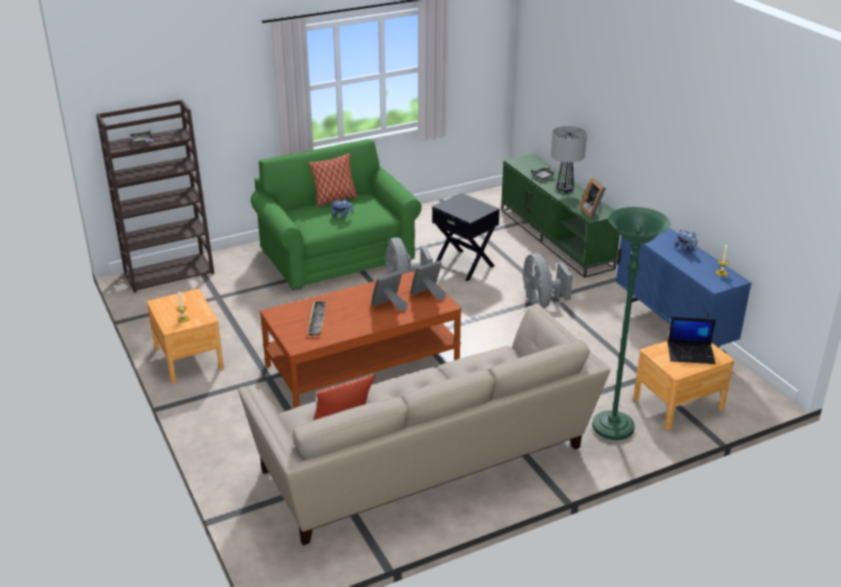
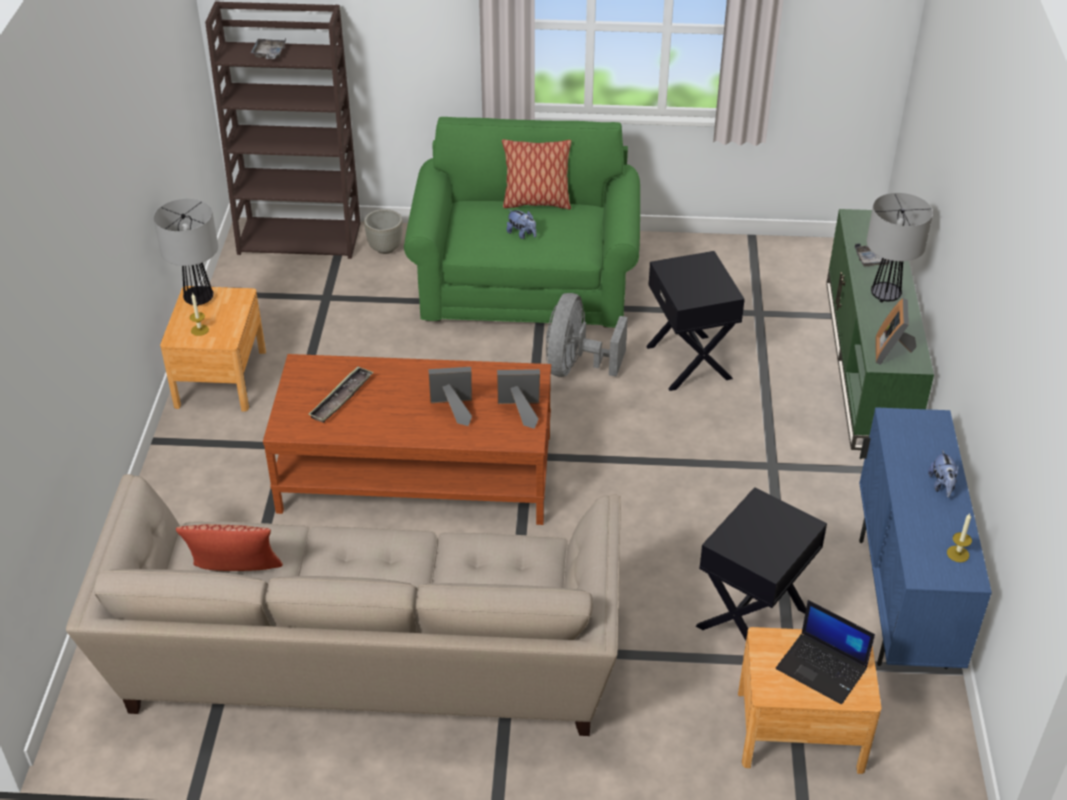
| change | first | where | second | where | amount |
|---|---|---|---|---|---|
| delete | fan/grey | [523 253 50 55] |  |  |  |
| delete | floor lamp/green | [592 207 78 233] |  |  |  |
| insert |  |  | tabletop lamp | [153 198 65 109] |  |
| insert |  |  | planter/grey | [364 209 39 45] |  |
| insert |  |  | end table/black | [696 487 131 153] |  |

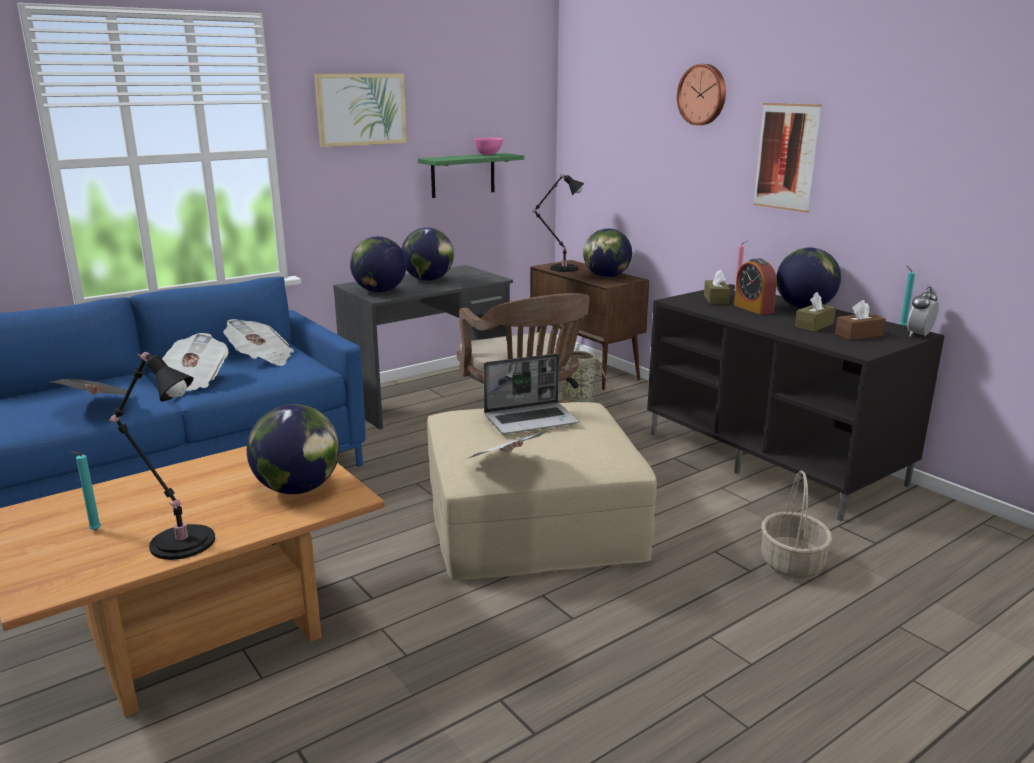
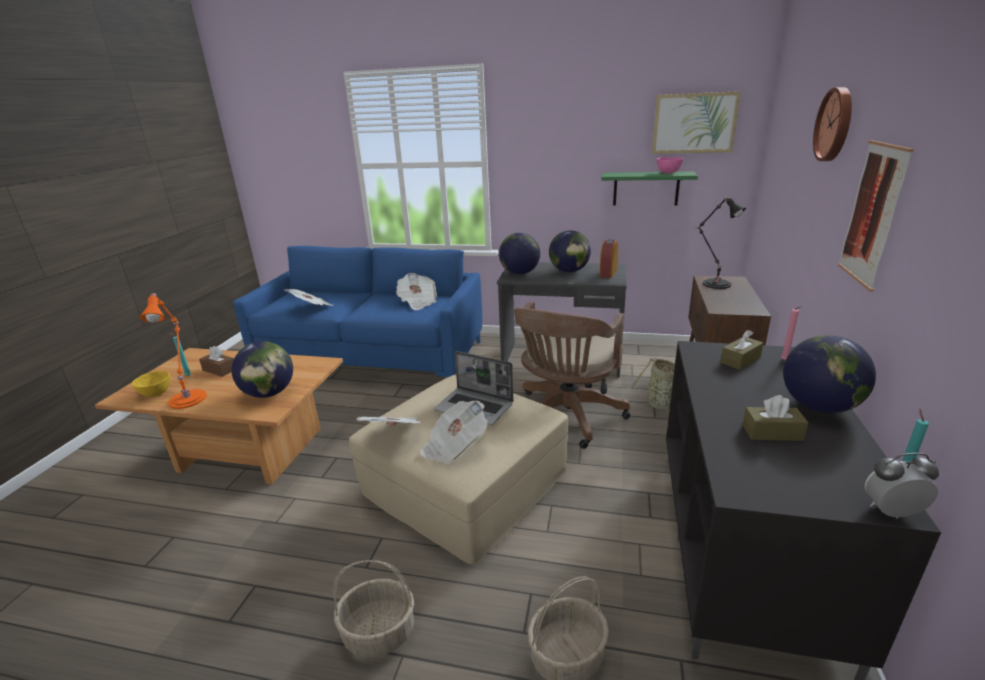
| change | first | where | second | where | amount |
|---|---|---|---|---|---|
| delete | world globe | [583 228 49 50] |  |  |  |
| insert |  |  | deep dish/yellowish | [131 371 39 26] |  |
| insert |  |  | basket | [333 560 81 97] |  |
| move | newspaper | [162 333 66 58] |  | [420 401 68 64] |  |
| move | wall picture | [314 74 93 73] |  | [652 91 89 63] |  |
| move | table clock | [734 258 43 57] |  | [599 239 19 39] |  |
| move | tissue holder/brown | [835 300 51 40] |  | [199 346 35 31] |  |
| recolor | tabletop lamp/black | [107 352 108 208] | tabletop lamp/orange-coloured | [140 293 67 116] |  |

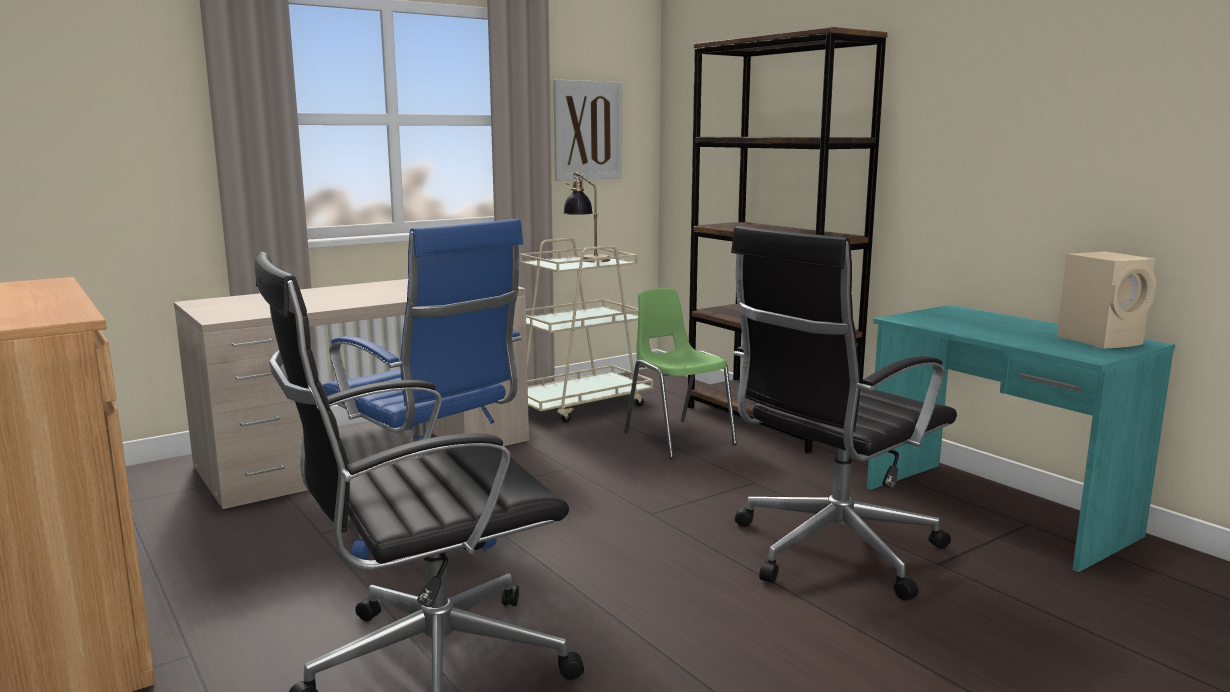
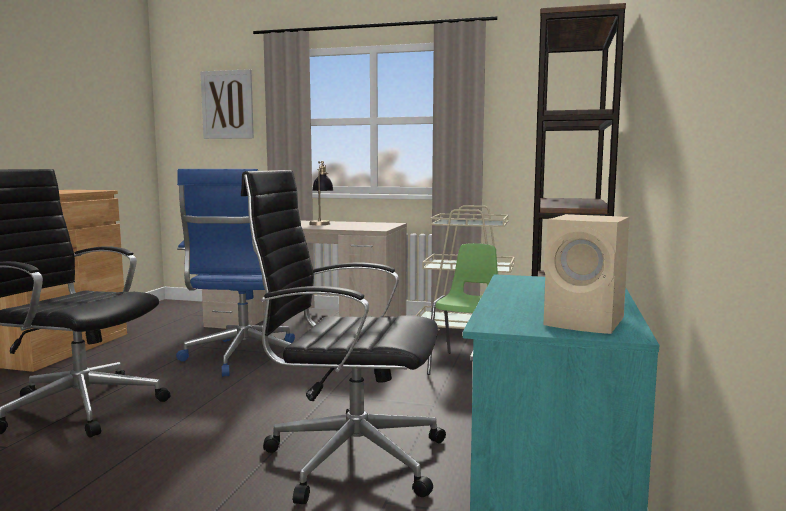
| change | first | where | second | where | amount |
|---|---|---|---|---|---|
| move | wall picture | [553 80 69 101] |  | [200 69 54 70] |  |
| move | tabletop lamp | [563 172 47 90] |  | [309 161 24 64] |  |

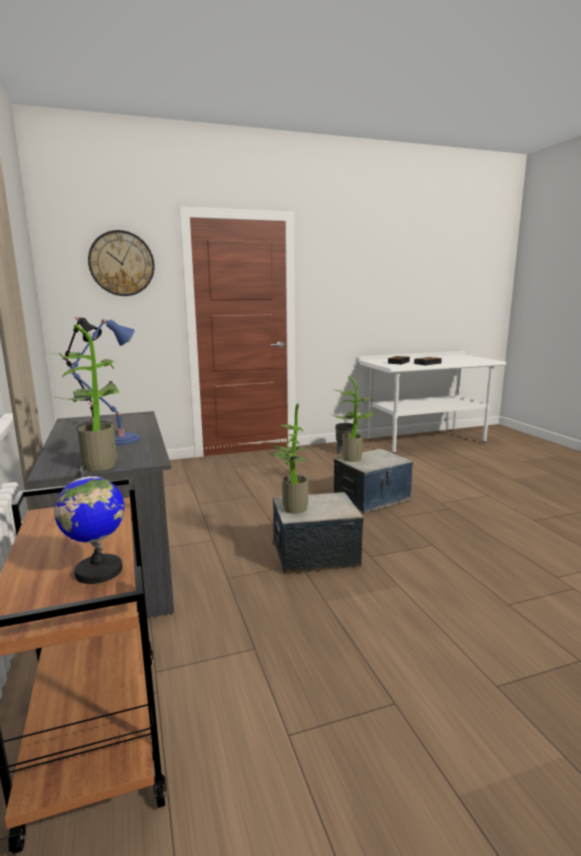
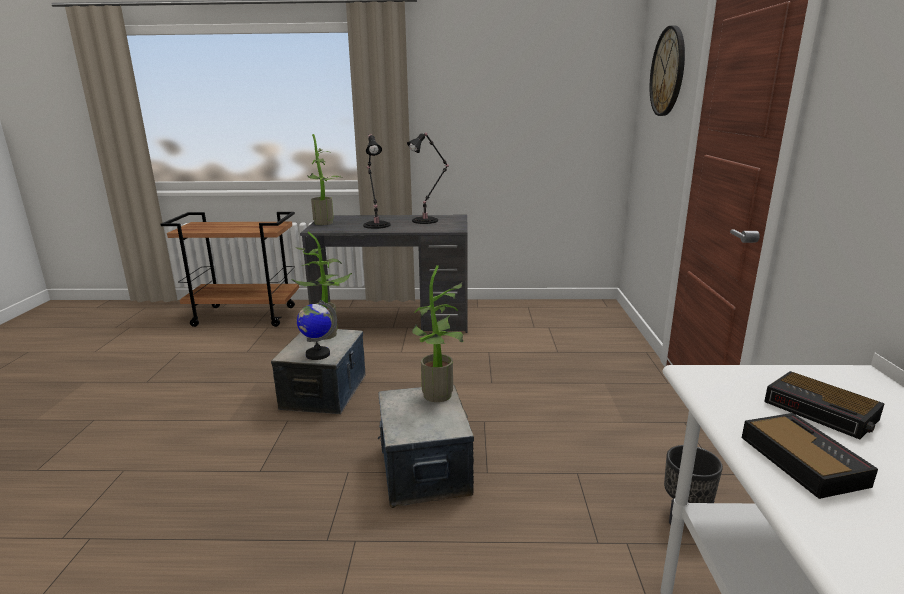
| change | first | where | second | where | amount |
|---|---|---|---|---|---|
| move | world globe | [54 466 71 118] |  | [297 300 40 60] |  |
| recolor | tabletop lamp/blue-coloured | [68 319 72 126] | tabletop lamp/black | [363 134 27 95] |  |

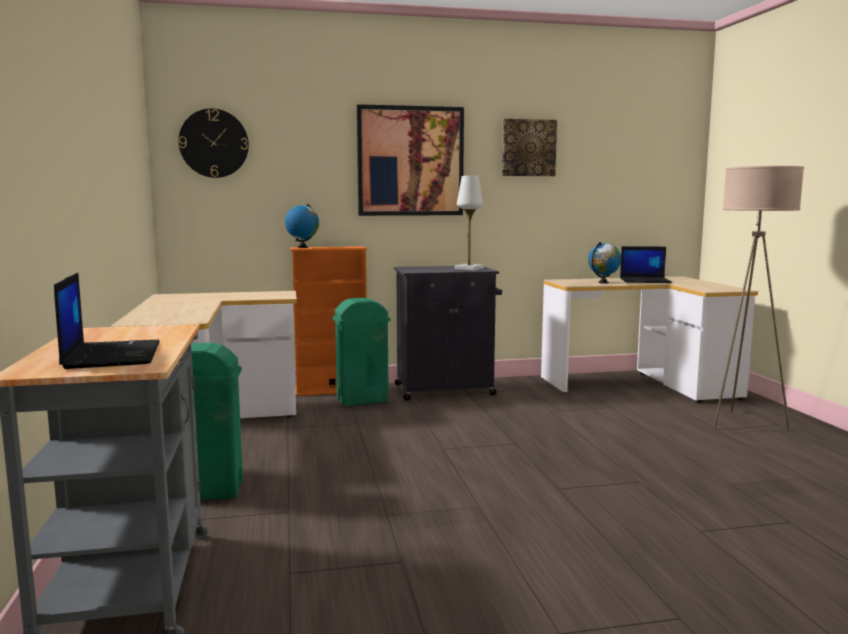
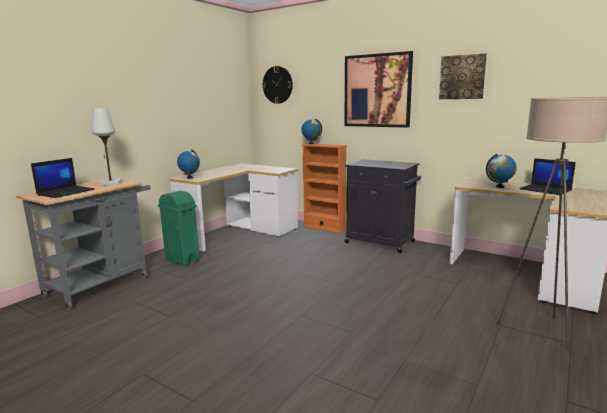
| change | first | where | second | where | amount |
|---|---|---|---|---|---|
| delete | waste bin/green | [333 298 57 108] |  |  |  |
| insert |  |  | world globe | [177 150 23 29] |  |
| move | tabletop lamp/whitish | [454 176 30 95] |  | [92 108 30 78] |  |

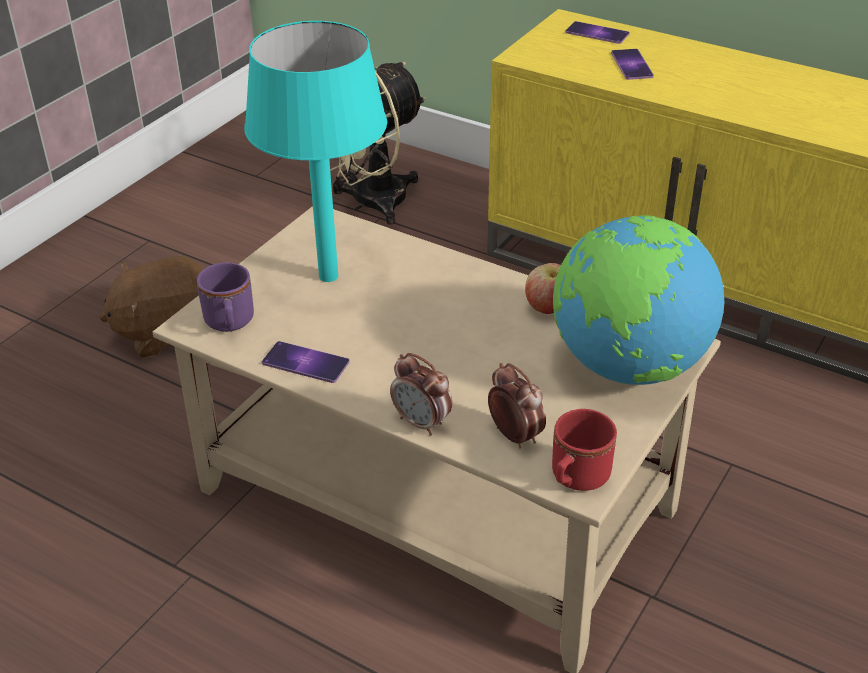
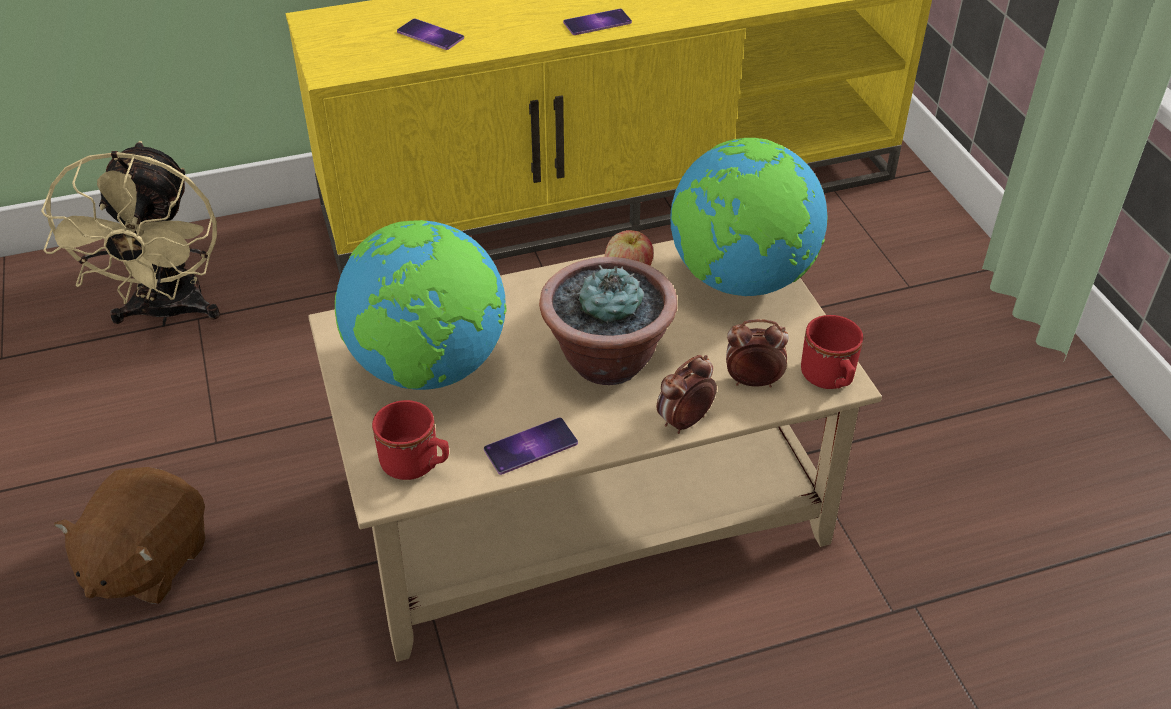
| change | first | where | second | where | amount |
|---|---|---|---|---|---|
| insert |  |  | potted plant | [539 257 138 128] |  |
| move | phone | [565 21 65 23] |  | [563 9 69 26] |  |
| replace | tabletop lamp/blue-green | [244 21 143 261] | world globe | [335 220 172 170] |  |
| recolor | mug/purple-coloured | [197 262 57 70] | mug/reddish | [372 400 77 80] |  |
| rotate | table clock | [390 353 62 83] |  | [657 355 60 79] | 150 degrees clockwise |

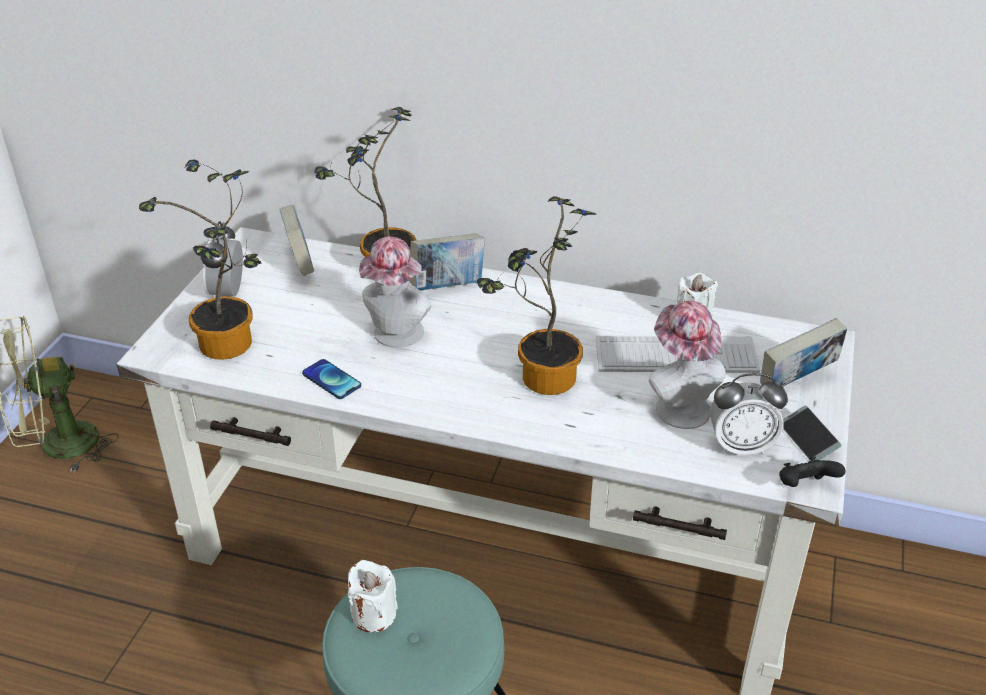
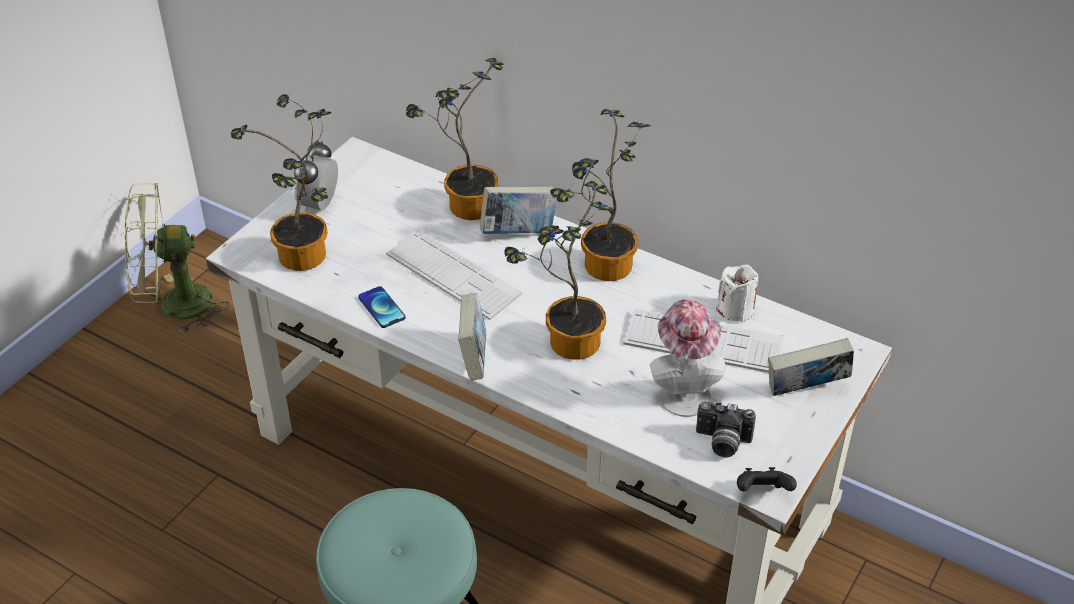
| change | first | where | second | where | amount |
|---|---|---|---|---|---|
| delete | candle/whitish | [348 560 50 72] |  |  |  |
| delete | phone | [783 406 58 55] |  |  |  |
| insert |  |  | potted plant | [550 109 101 172] |  |
| move | book | [280 205 34 71] |  | [458 293 28 88] |  |
| replace | clothing hat | [359 236 73 112] | computer keyboard | [386 229 136 91] |  |
| replace | table clock | [710 373 78 82] | still camera | [696 401 60 56] |  |

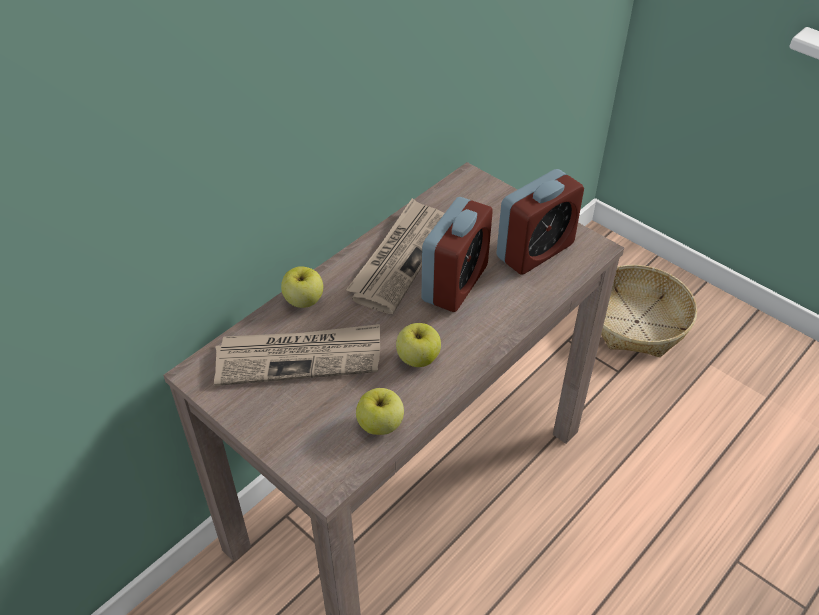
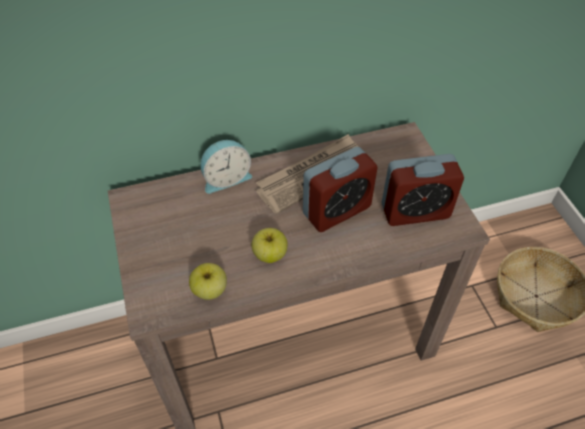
| change | first | where | second | where | amount |
|---|---|---|---|---|---|
| delete | newspaper | [214 324 166 62] |  |  |  |
| replace | apple | [281 266 42 42] | table clock | [201 140 51 54] |  |

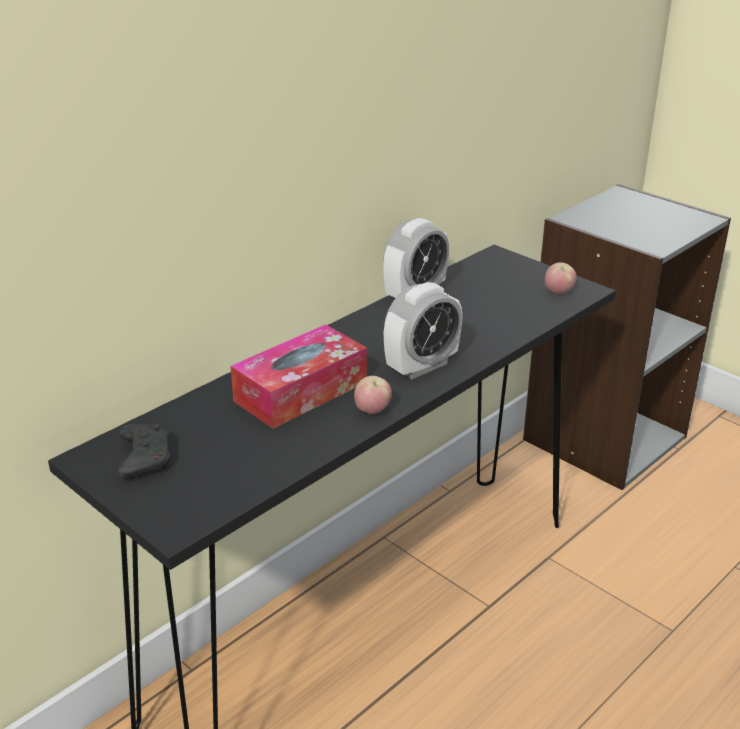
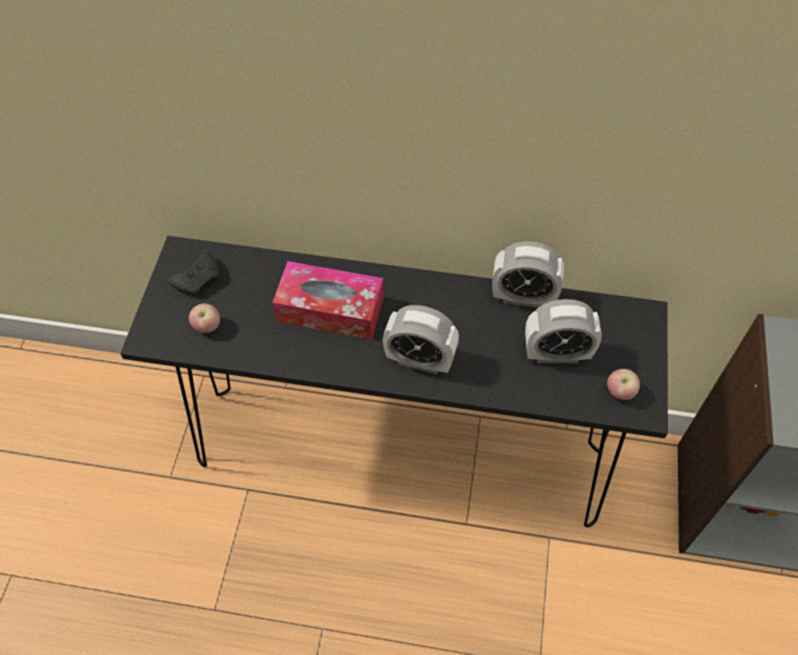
| change | first | where | second | where | amount |
|---|---|---|---|---|---|
| insert |  |  | table clock | [525 299 77 64] |  |
| move | apple | [354 376 38 38] |  | [189 303 31 30] |  |

